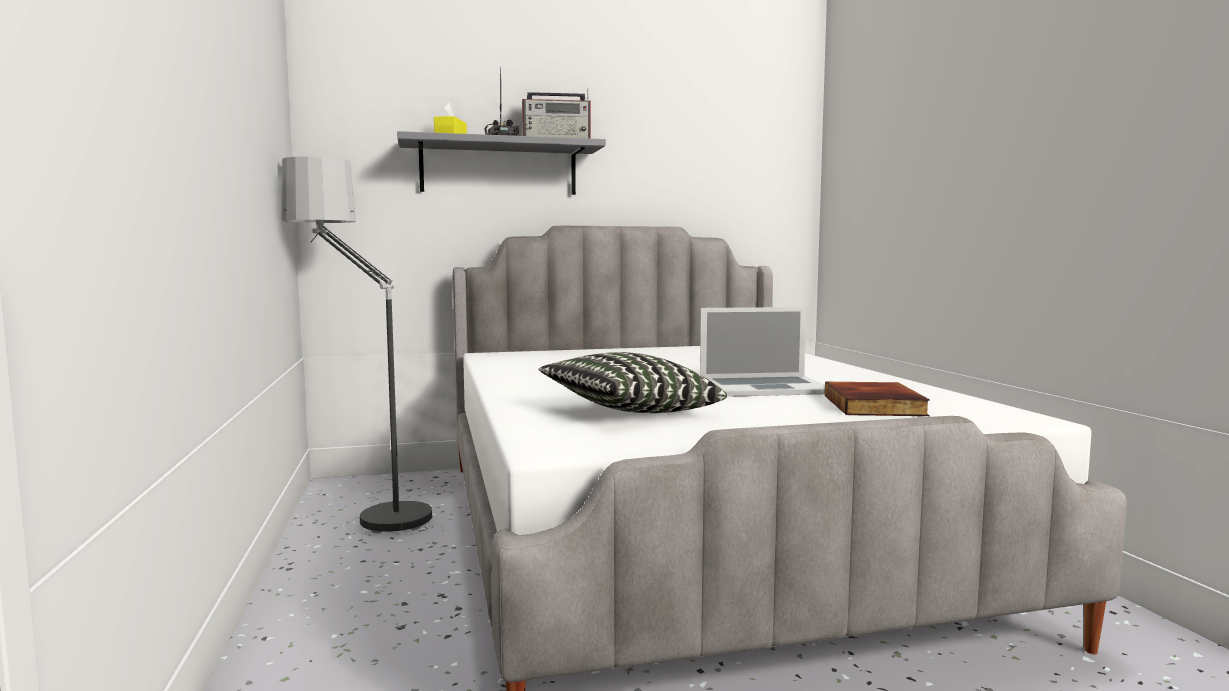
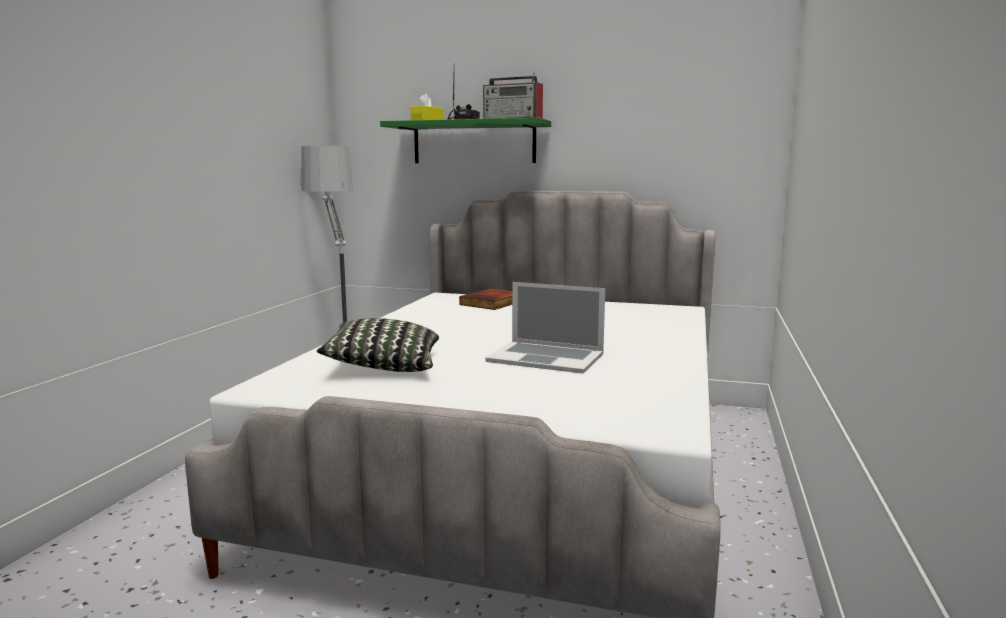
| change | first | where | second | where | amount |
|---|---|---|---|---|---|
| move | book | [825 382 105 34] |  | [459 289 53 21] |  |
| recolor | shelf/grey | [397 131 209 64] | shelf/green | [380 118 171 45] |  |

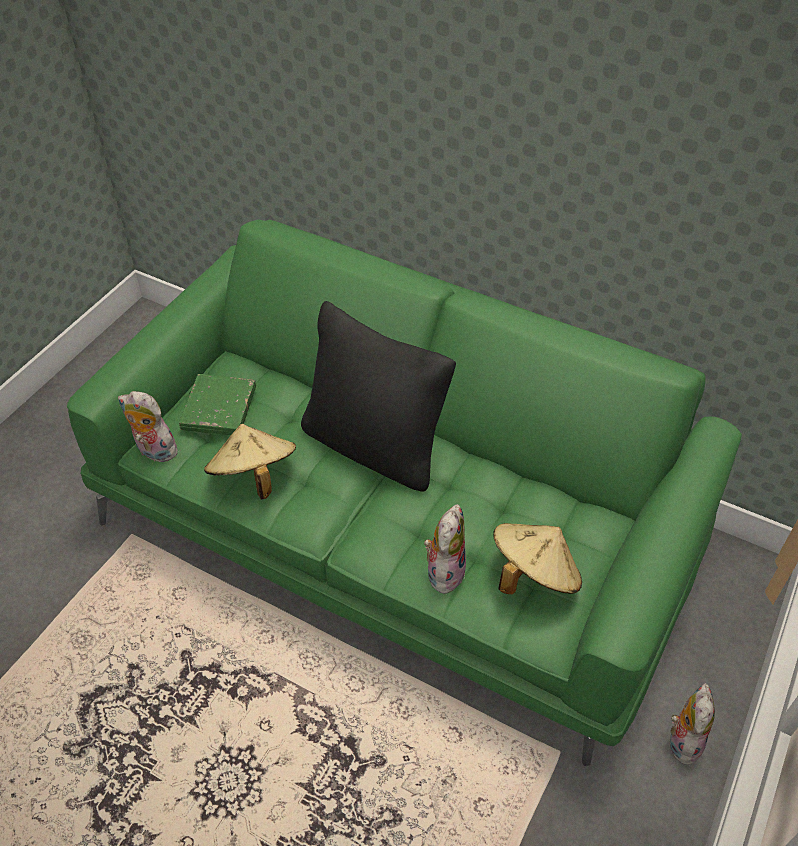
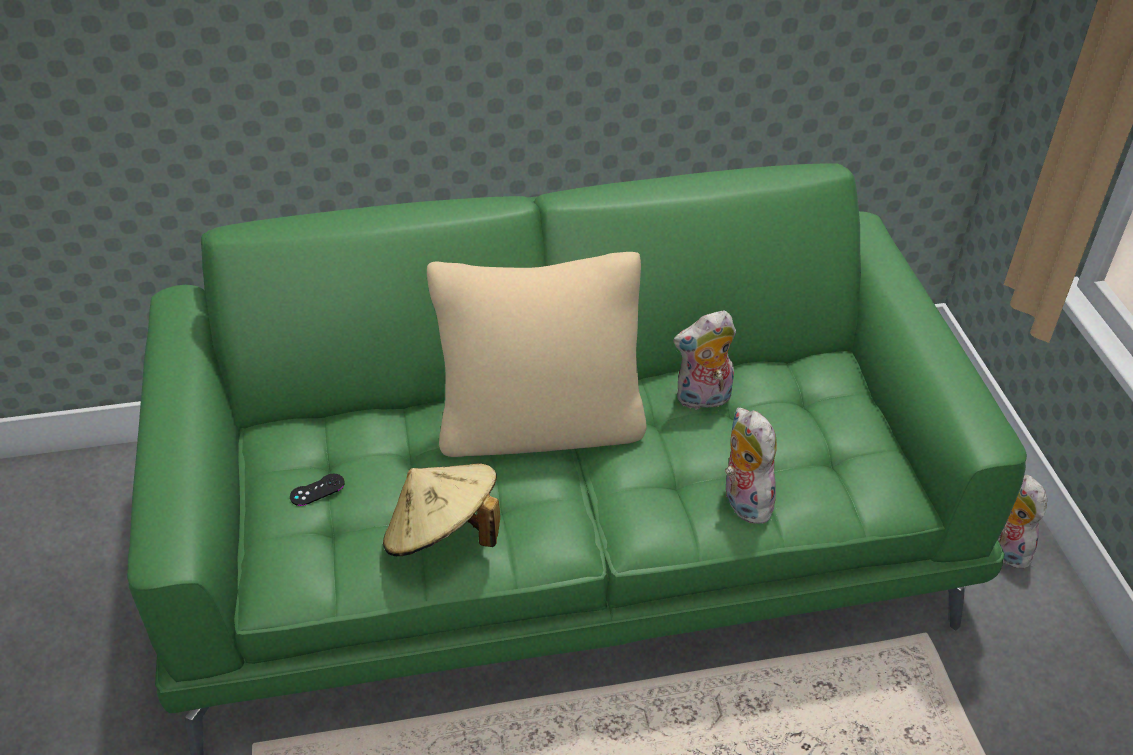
| change | first | where | second | where | amount |
|---|---|---|---|---|---|
| delete | clothing hat/beige-coloured | [493 523 89 71] |  |  |  |
| move | plush toy | [118 391 60 71] |  | [673 310 63 100] |  |
| replace | book/green | [179 374 77 61] | gamepad/black | [290 474 55 32] |  |
| recolor | cushion/black | [301 301 155 191] | cushion/beige-coloured | [427 252 220 205] |  |

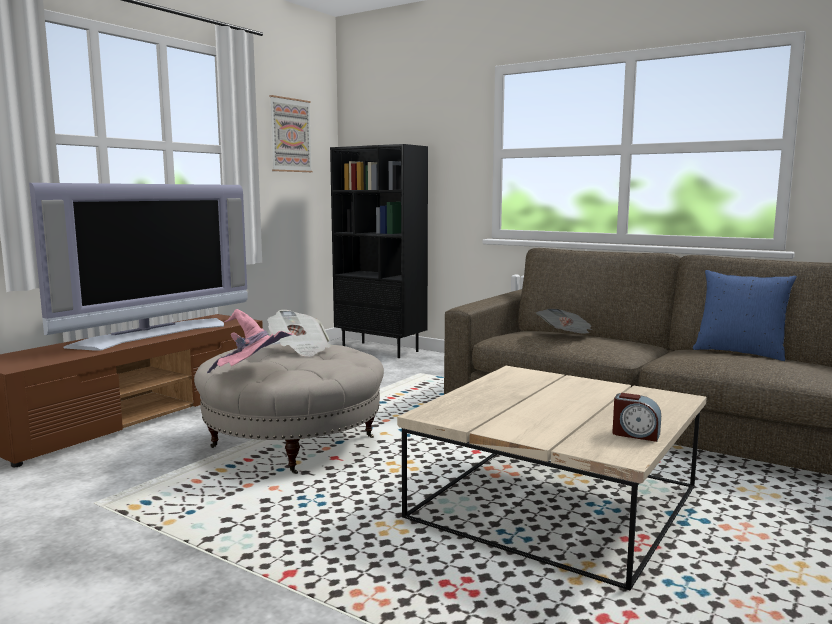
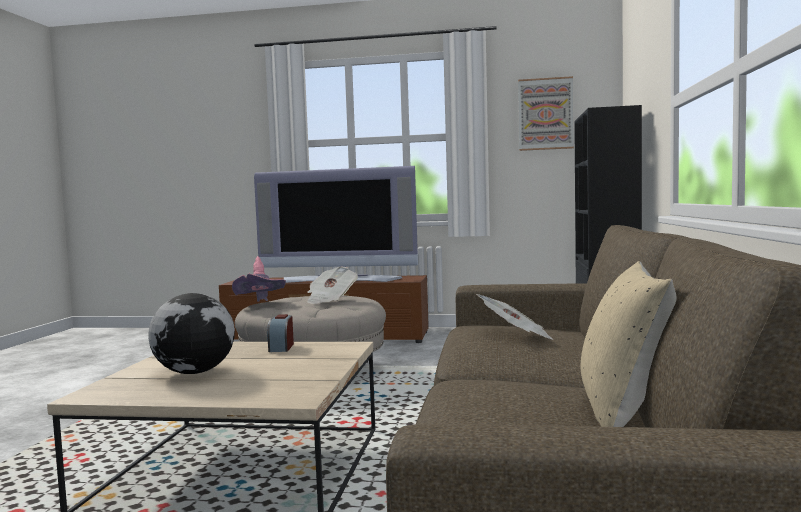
| change | first | where | second | where | amount |
|---|---|---|---|---|---|
| insert |  |  | world globe | [148 293 87 81] |  |
| move | table clock | [612 393 49 49] |  | [267 314 27 38] |  |
| recolor | cushion/blue-coloured | [693 270 104 91] | cushion/beige-coloured | [581 261 96 166] |  |

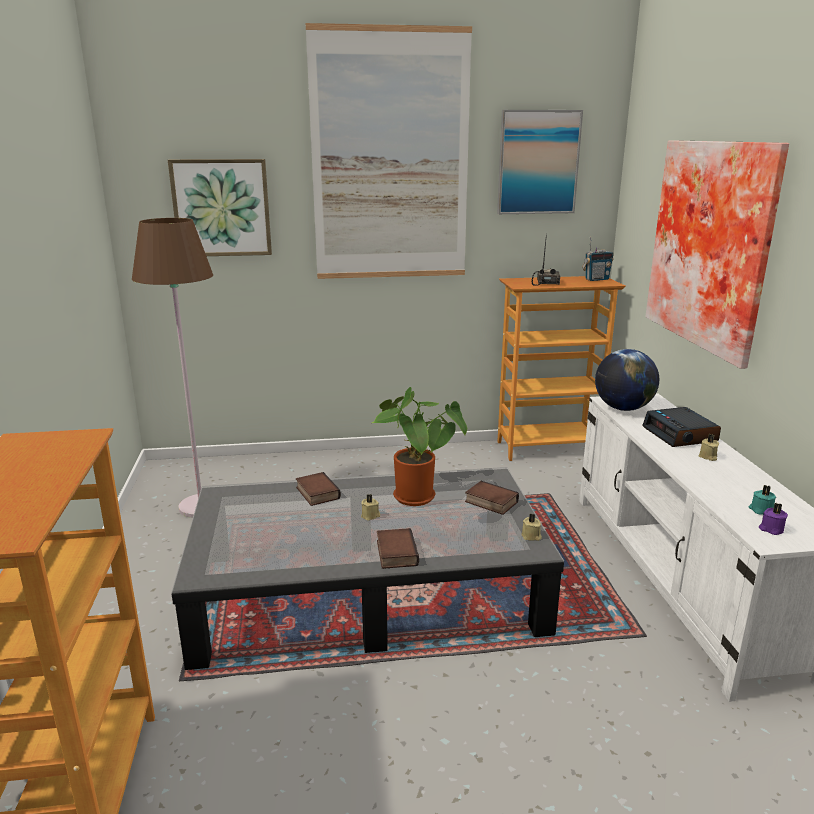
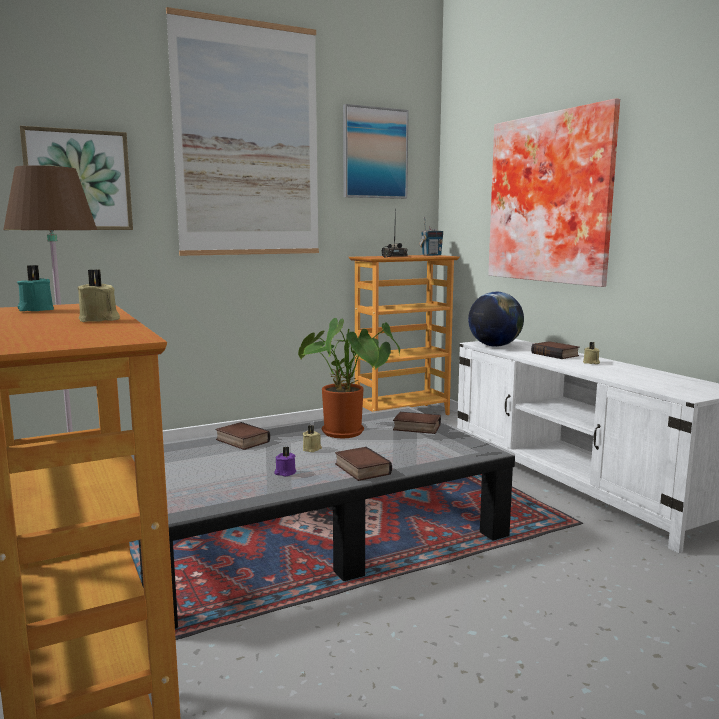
| change | first | where | second | where | amount |
|---|---|---|---|---|---|
| move | candle/beige-coloured | [521 513 21 28] |  | [77 270 43 52] |  |
| move | candle/blue-green | [749 485 27 30] |  | [17 265 37 46] |  |
| move | candle/purple-coloured | [759 503 29 32] |  | [274 446 22 30] |  |
| replace | table clock | [642 407 79 40] | book | [531 341 49 18] |  |

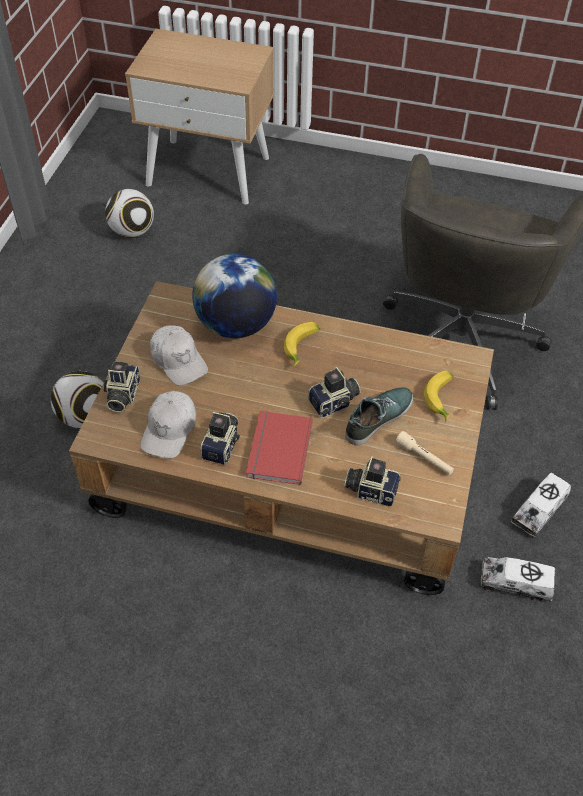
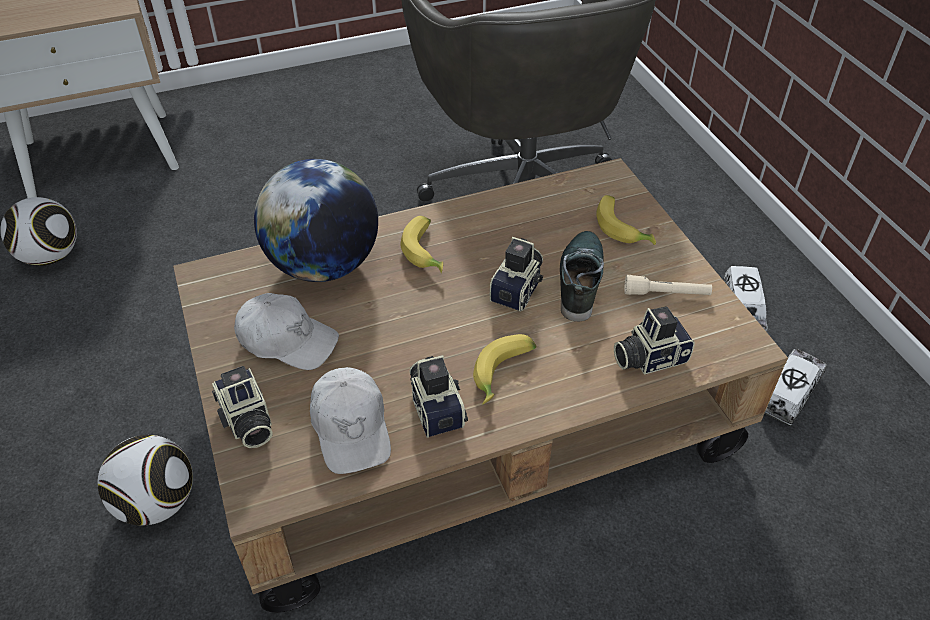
| change | first | where | second | where | amount |
|---|---|---|---|---|---|
| replace | book/reddish | [246 411 67 74] | banana fruit | [473 334 63 70] |  |
| rotate | toy truck | [481 557 74 45] |  | [765 348 62 78] | 150 degrees clockwise |

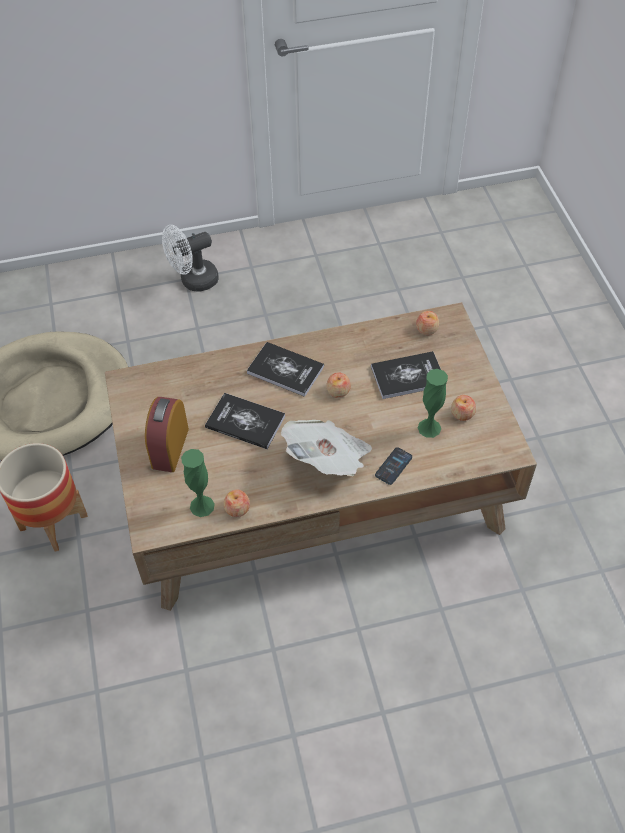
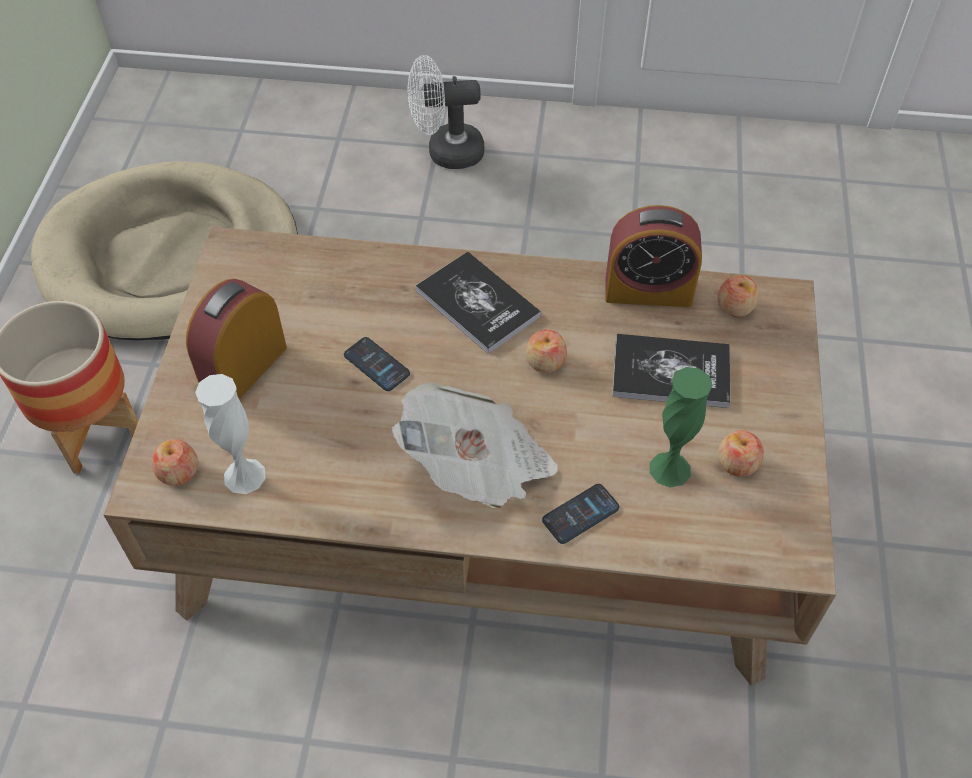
| change | first | where | second | where | amount |
|---|---|---|---|---|---|
| insert |  |  | table clock | [605 205 97 102] |  |
| move | apple | [224 489 26 28] |  | [152 439 46 47] |  |
| replace | book | [205 393 80 56] | phone | [344 337 66 54] |  |
| recolor | flower vase/green | [181 449 34 68] | flower vase/whitish | [195 374 71 120] |  |

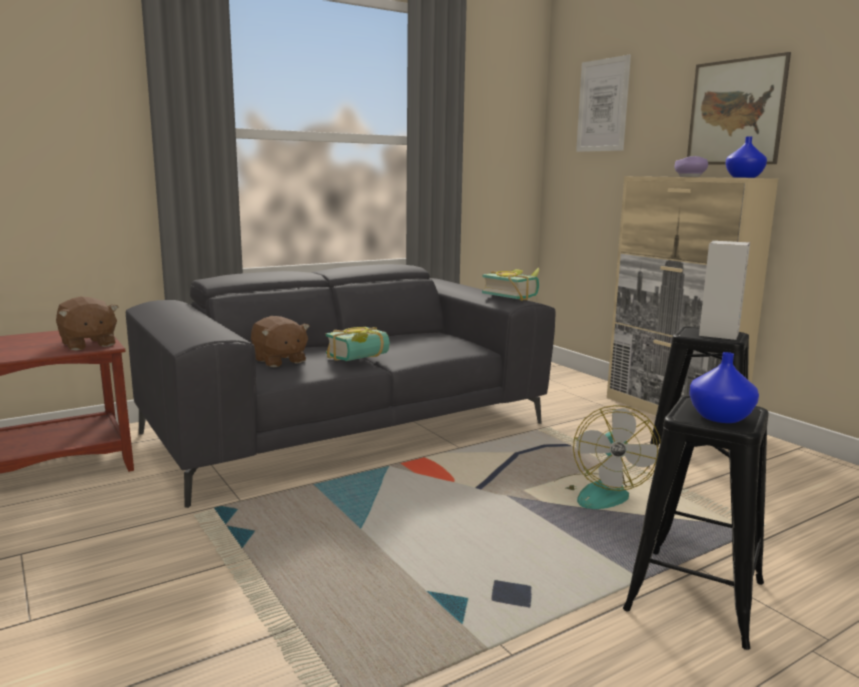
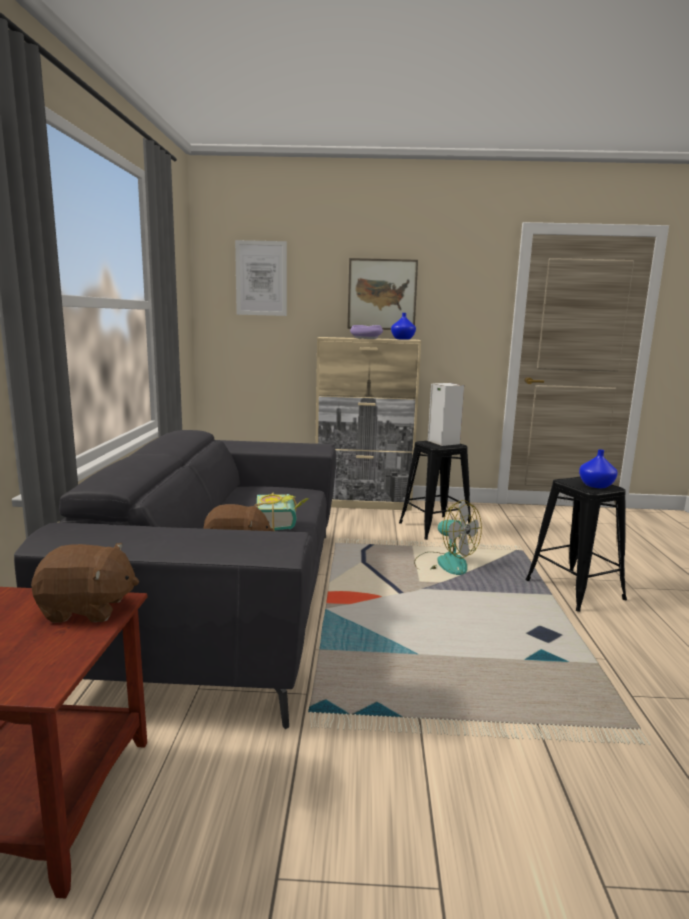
| change | first | where | second | where | amount |
|---|---|---|---|---|---|
| delete | book | [482 267 57 34] |  |  |  |

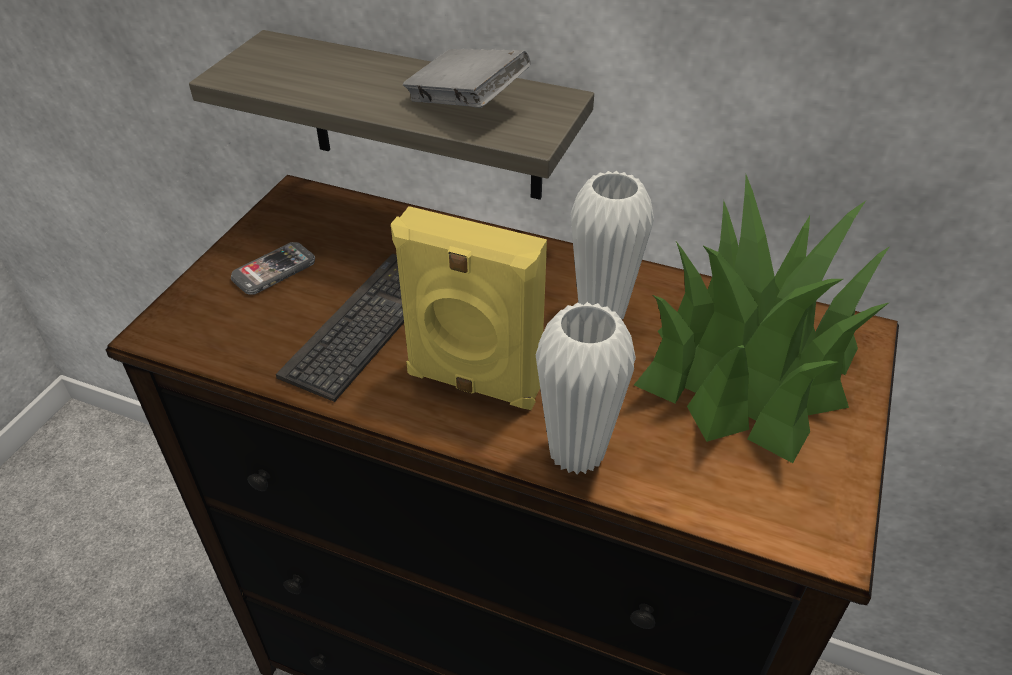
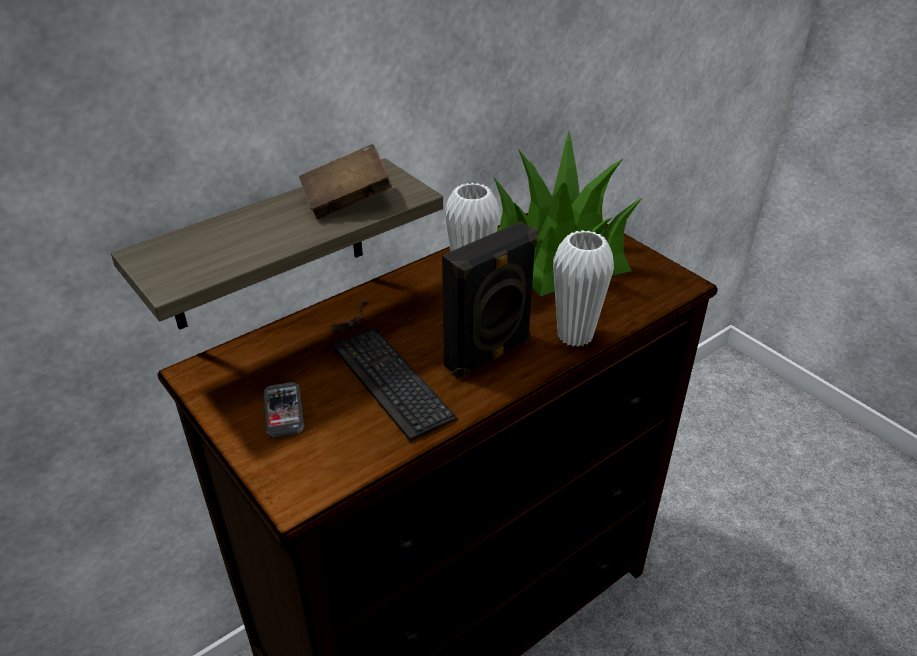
| change | first | where | second | where | amount |
|---|---|---|---|---|---|
| recolor | speaker/yellowish | [391 206 156 204] | speaker/black | [442 221 96 158] |  |
| recolor | book/grey | [403 49 127 59] | book/brown | [299 144 93 75] |  |

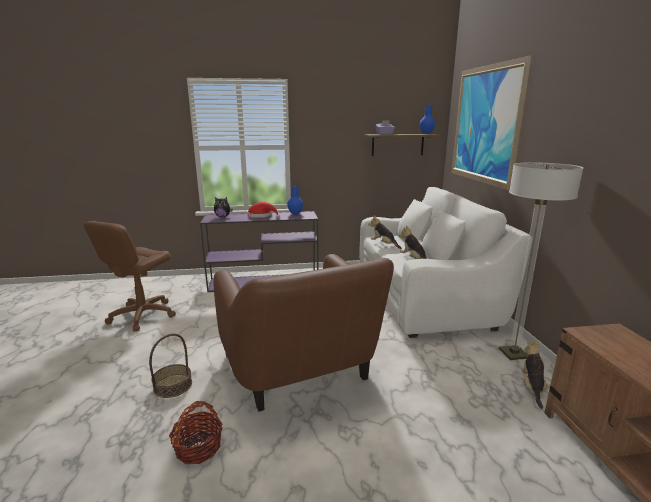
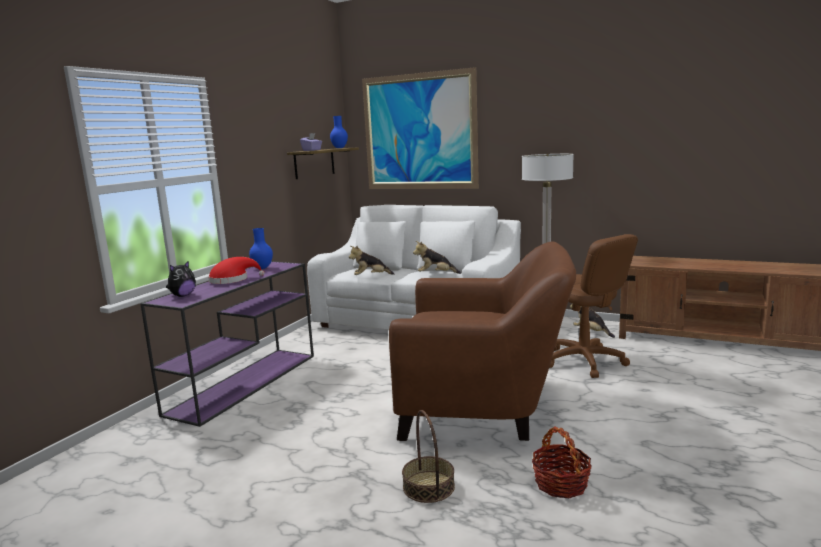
| change | first | where | second | where | amount |
|---|---|---|---|---|---|
| move | desk chair/brown | [84 221 92 110] |  | [549 234 89 144] |  |

